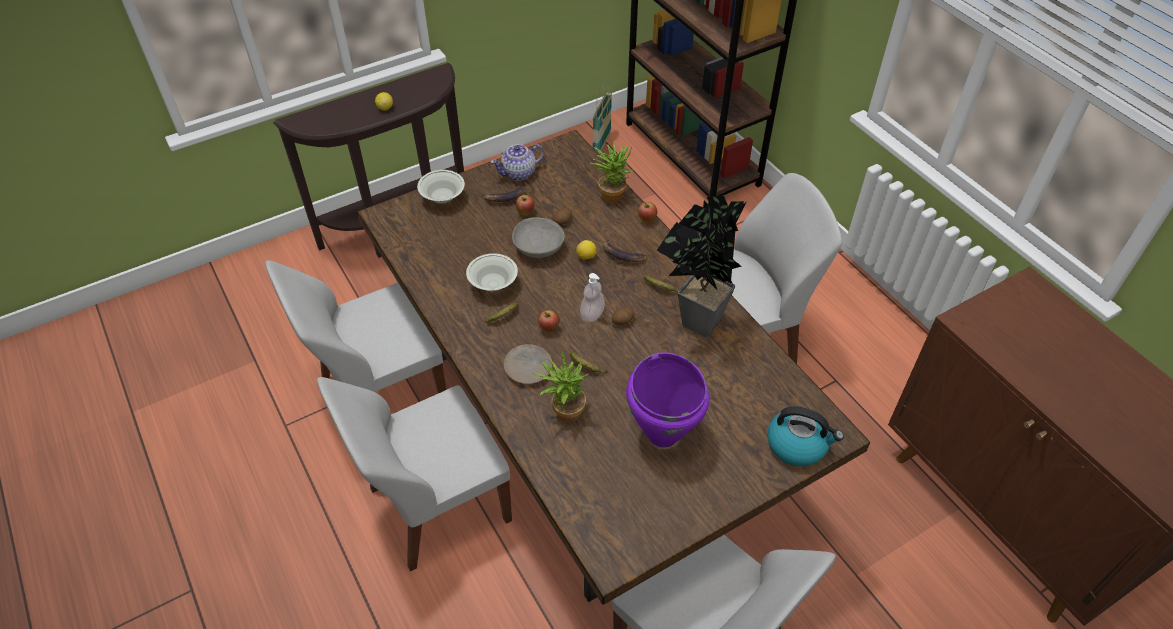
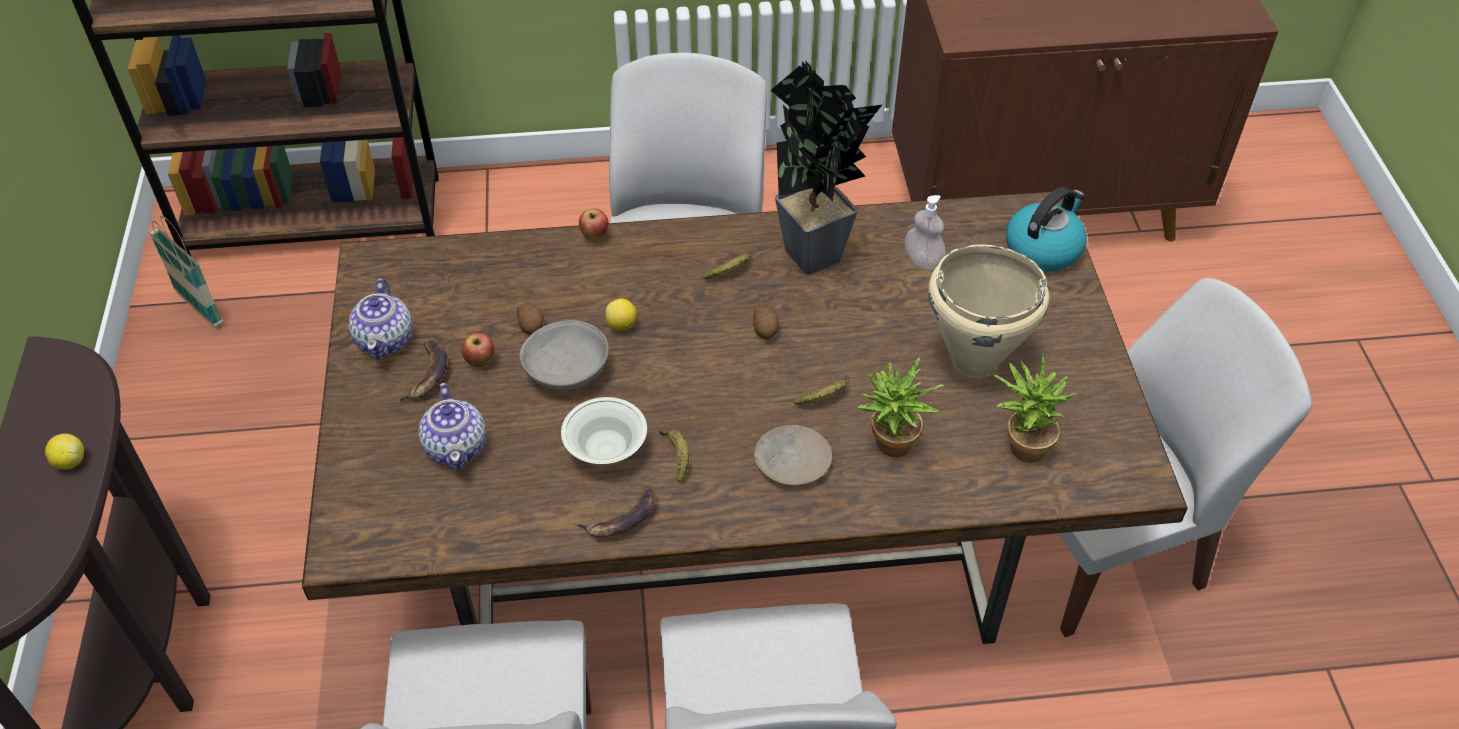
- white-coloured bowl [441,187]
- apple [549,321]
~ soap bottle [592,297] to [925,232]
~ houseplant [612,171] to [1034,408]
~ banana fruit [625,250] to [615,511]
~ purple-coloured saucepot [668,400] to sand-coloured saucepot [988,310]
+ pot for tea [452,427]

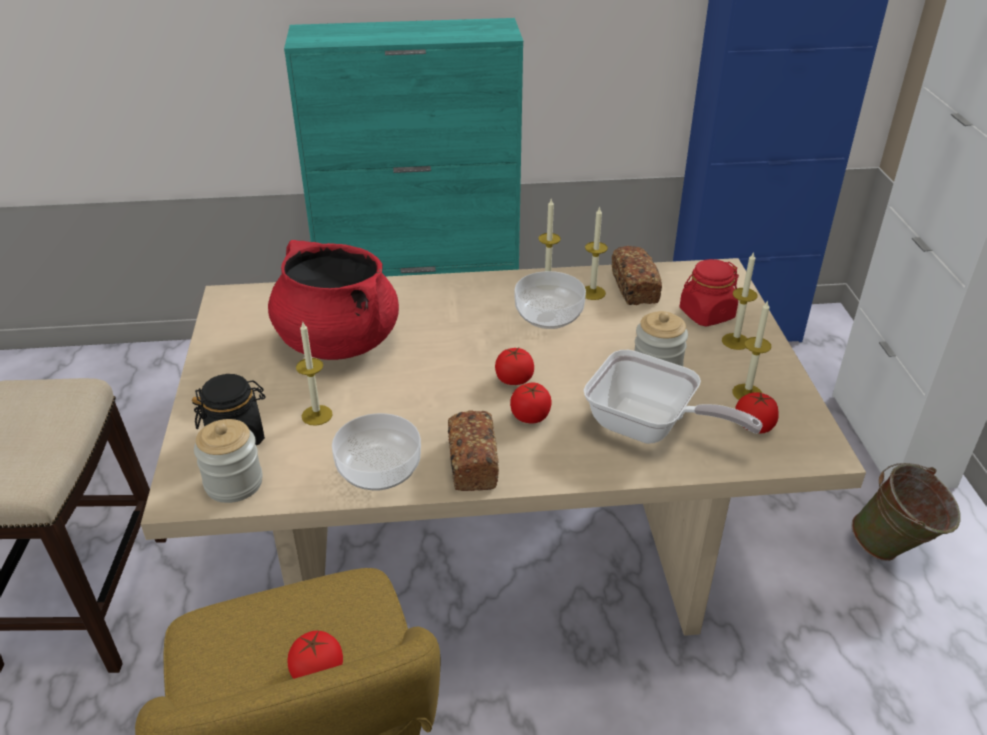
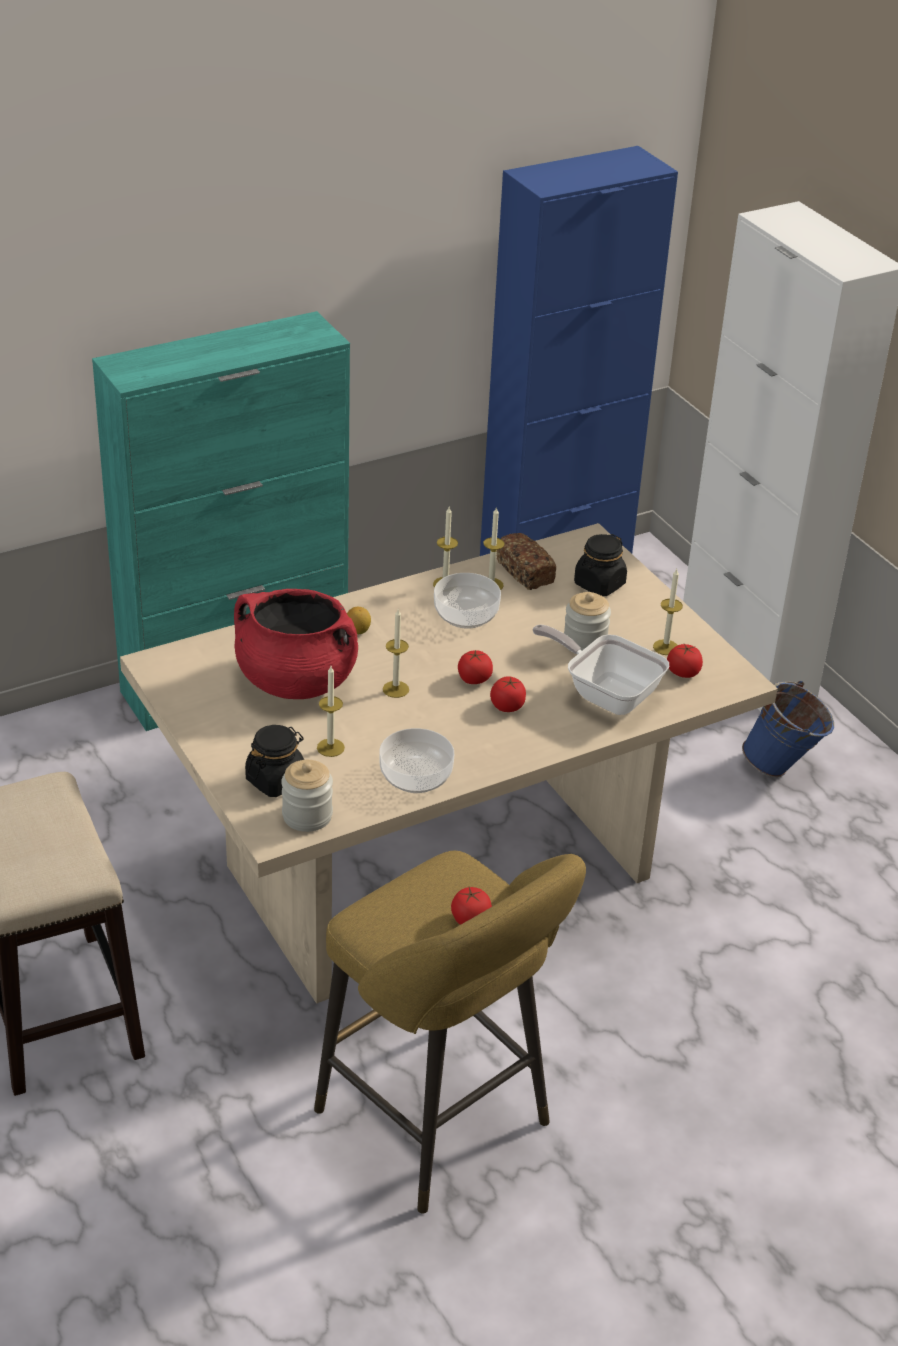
- bread [473,450]
~ pan [673,397] = [600,670] 150 degrees counterclockwise
~ red-coloured storage jar [709,292] to black-coloured storage jar [600,565]
~ wax light [739,300] to [396,653]
~ green-coloured bucket [906,512] to blue bucket [788,729]
+ lemon [359,620]

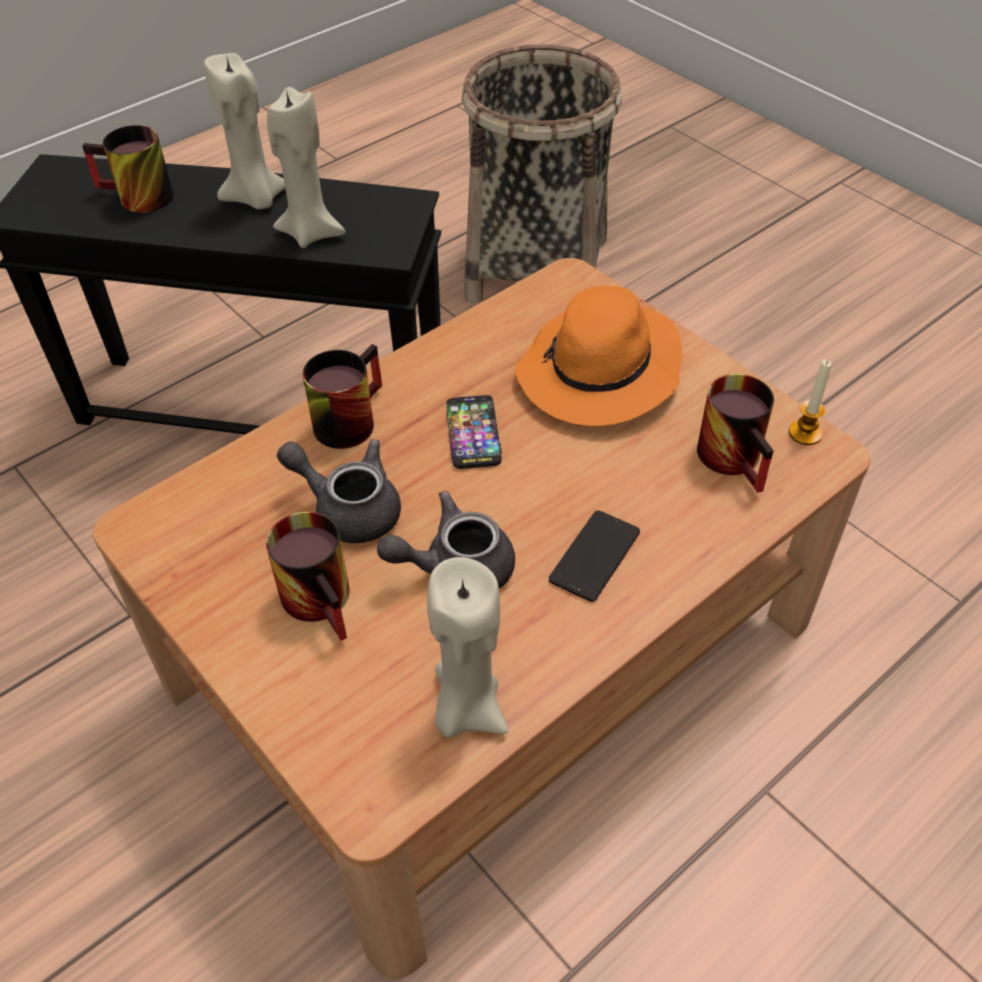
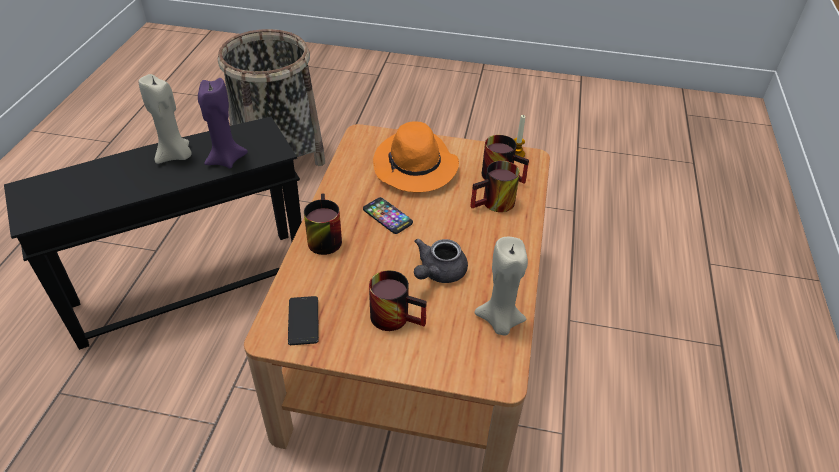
~ coffee mug [128,169] to [495,186]
~ sand-coloured wax light [306,167] to purple-coloured wax light [223,123]
- gray pot for tea [339,491]
~ handset [594,556] to [303,320]

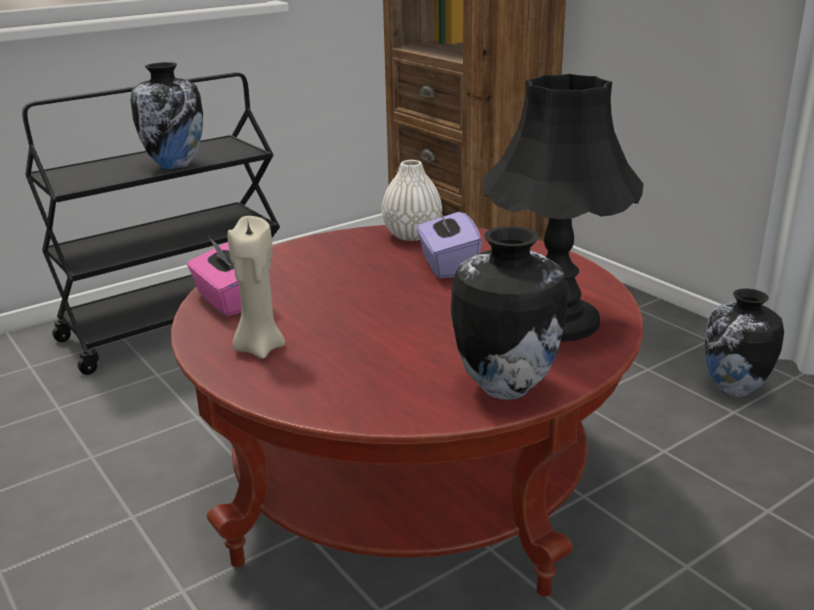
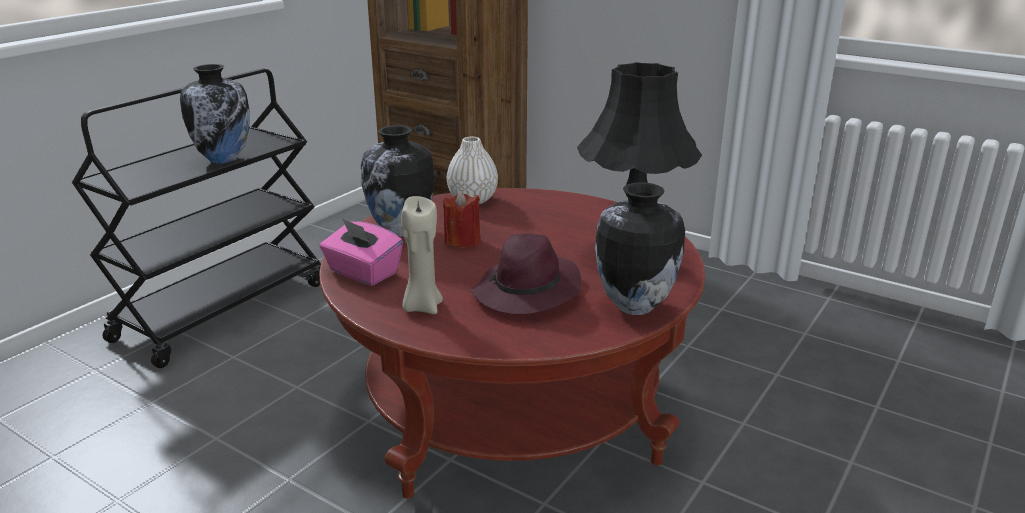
- purple-coloured tissue holder [449,241]
~ flower vase [744,343] to [397,181]
+ red-coloured wax light [461,219]
+ purple-coloured wearable hat [526,273]

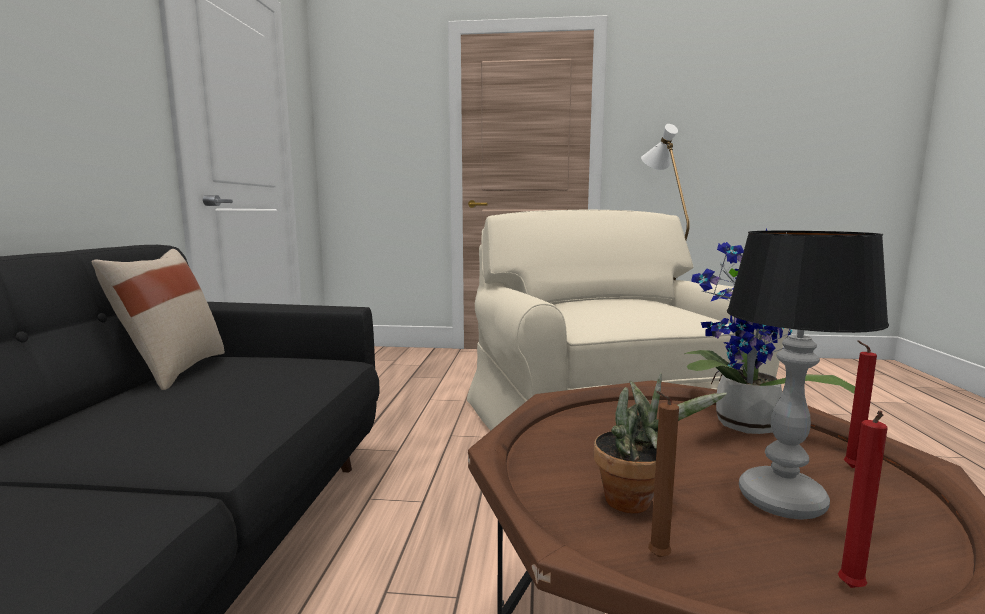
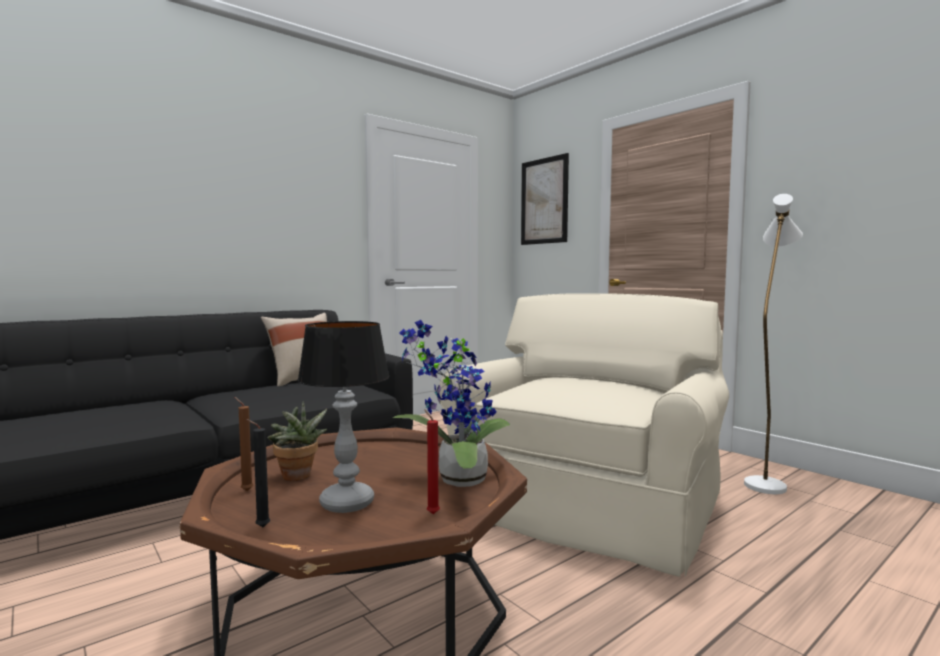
~ red-coloured wax light [863,499] to black-coloured wax light [258,473]
+ wall picture [545,199]

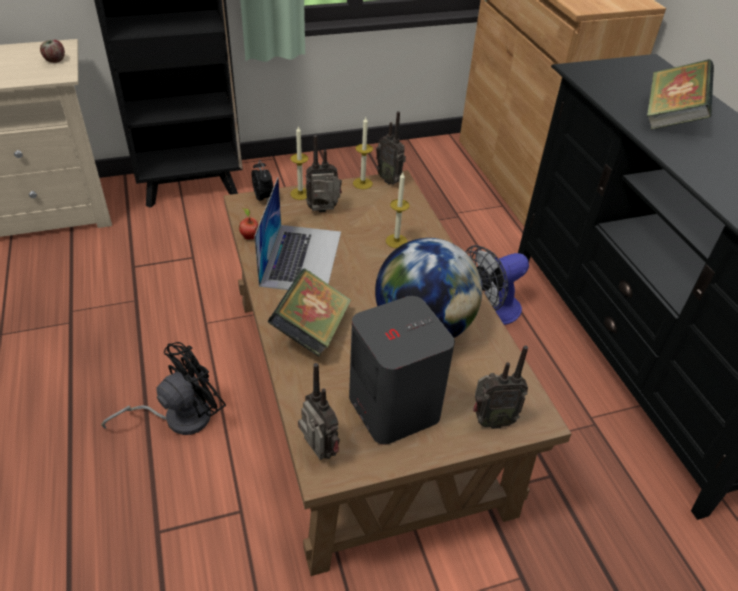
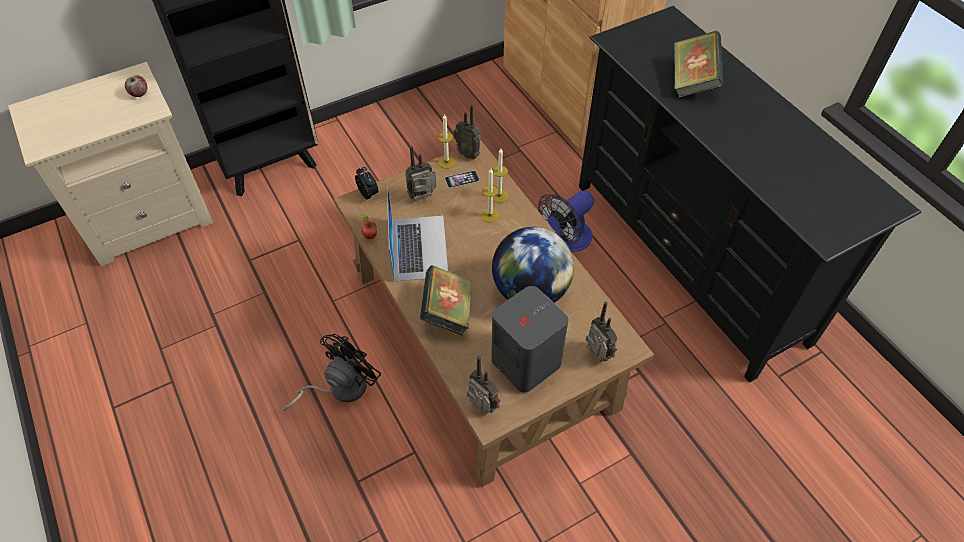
~ wax light [299,162] to [500,175]
~ radio [500,387] = [601,332] 105 degrees counterclockwise
+ handset [462,179]

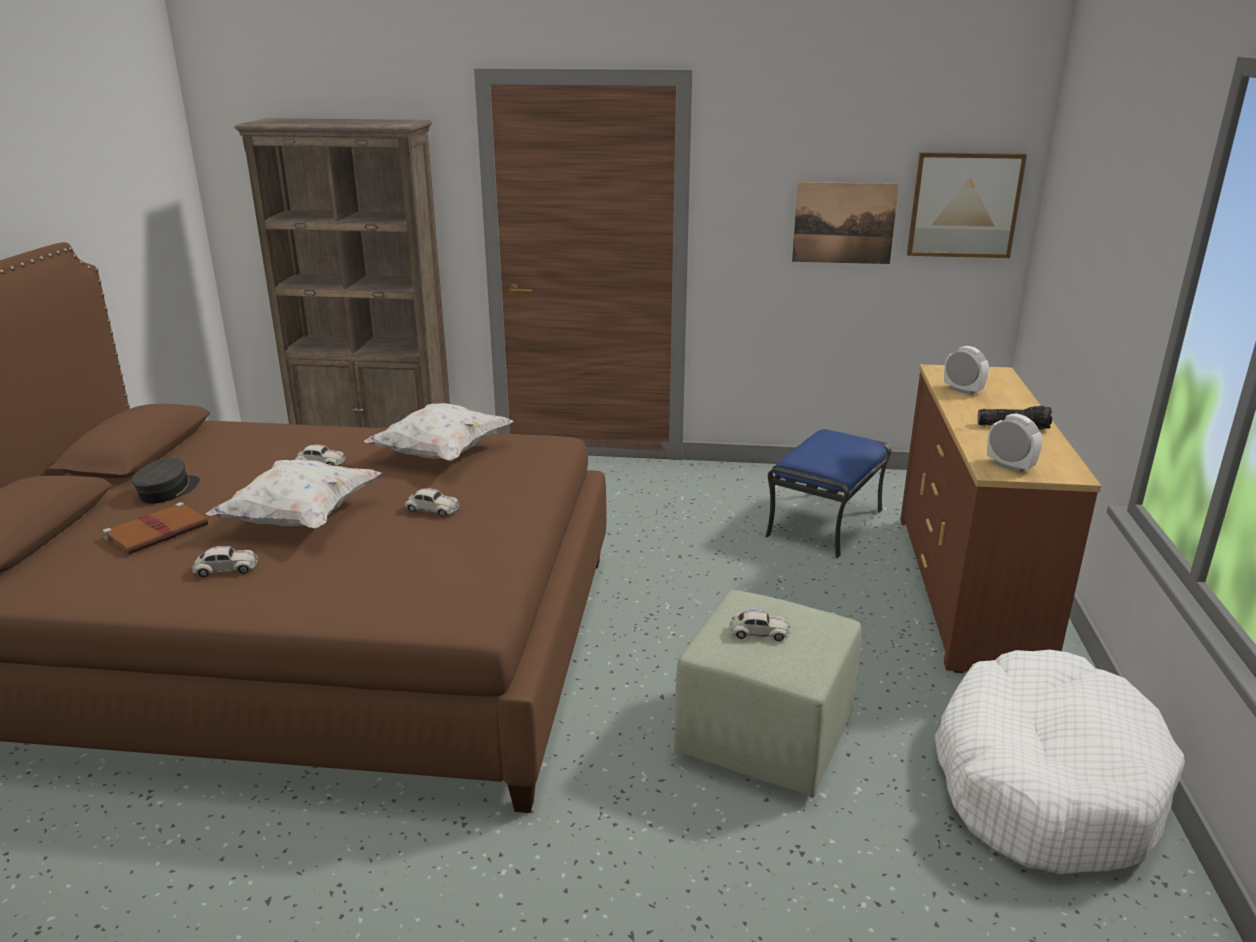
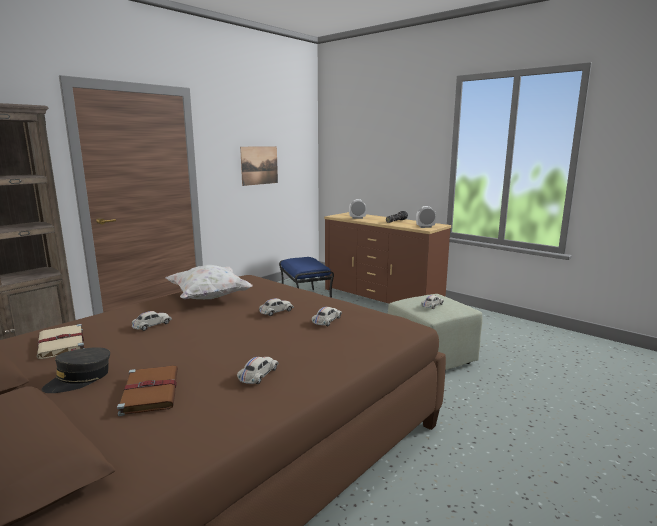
~ gray baseball cap [165,480] = [76,370] 105 degrees counterclockwise
- white-coloured cushion [293,494]
- wall picture [967,205]
- white-coloured dog cushion [1060,762]
+ sand-coloured bound book [60,341]
+ white-coloured miniature car [326,316]

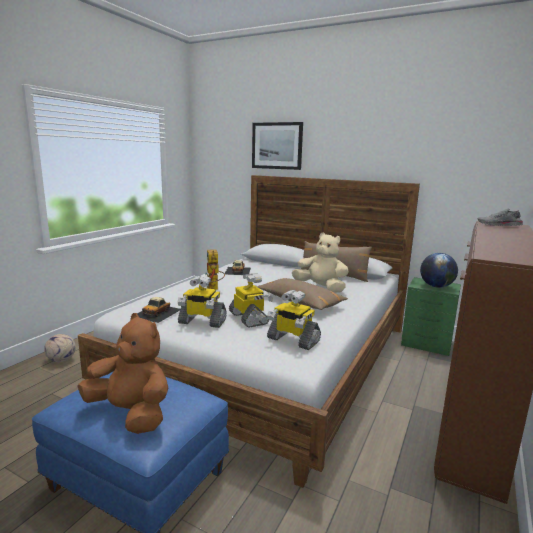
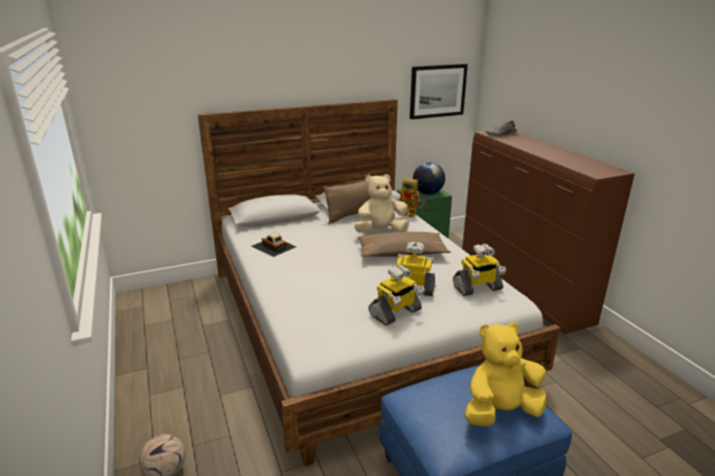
~ brownish cuddly toy [122,373] to yellow cuddly toy [505,374]
- miniature car [159,310]
~ toy robot [215,269] to [412,197]
~ wall picture [277,146] to [439,91]

